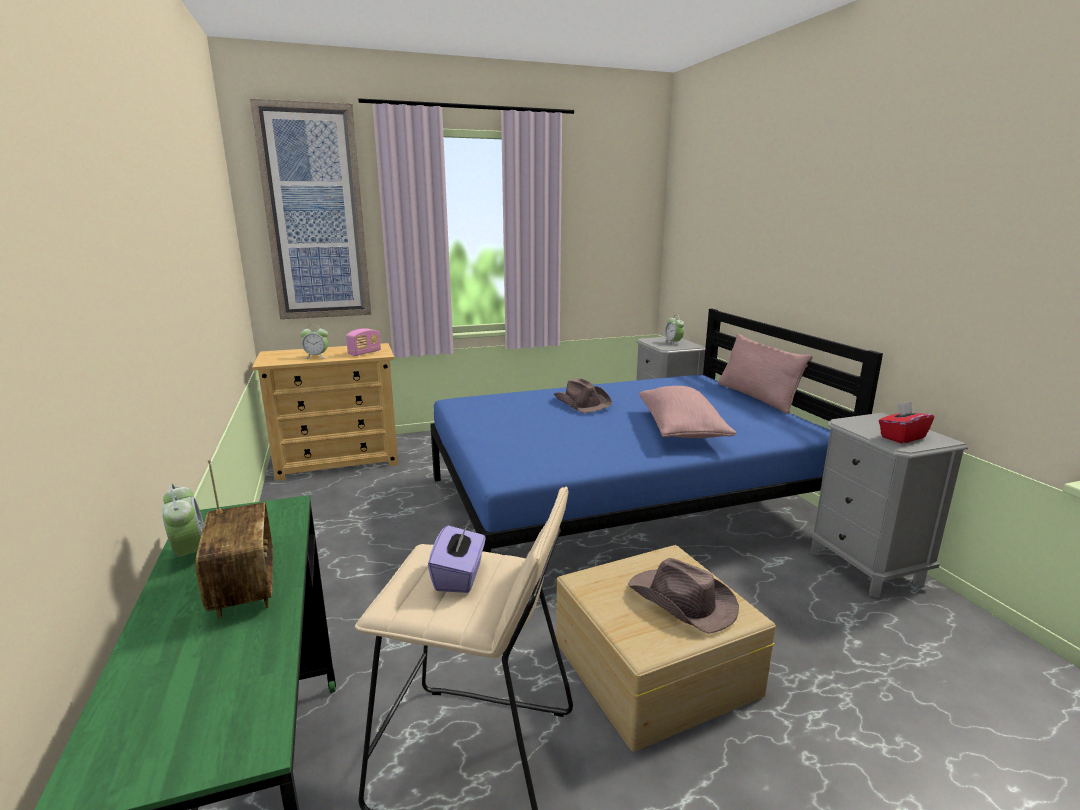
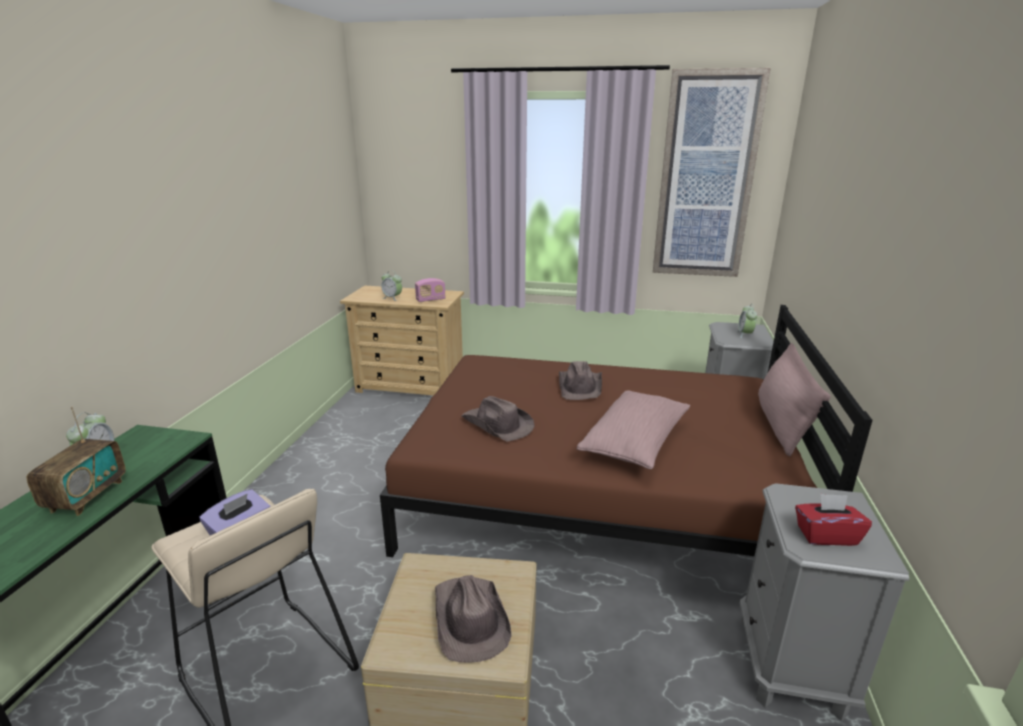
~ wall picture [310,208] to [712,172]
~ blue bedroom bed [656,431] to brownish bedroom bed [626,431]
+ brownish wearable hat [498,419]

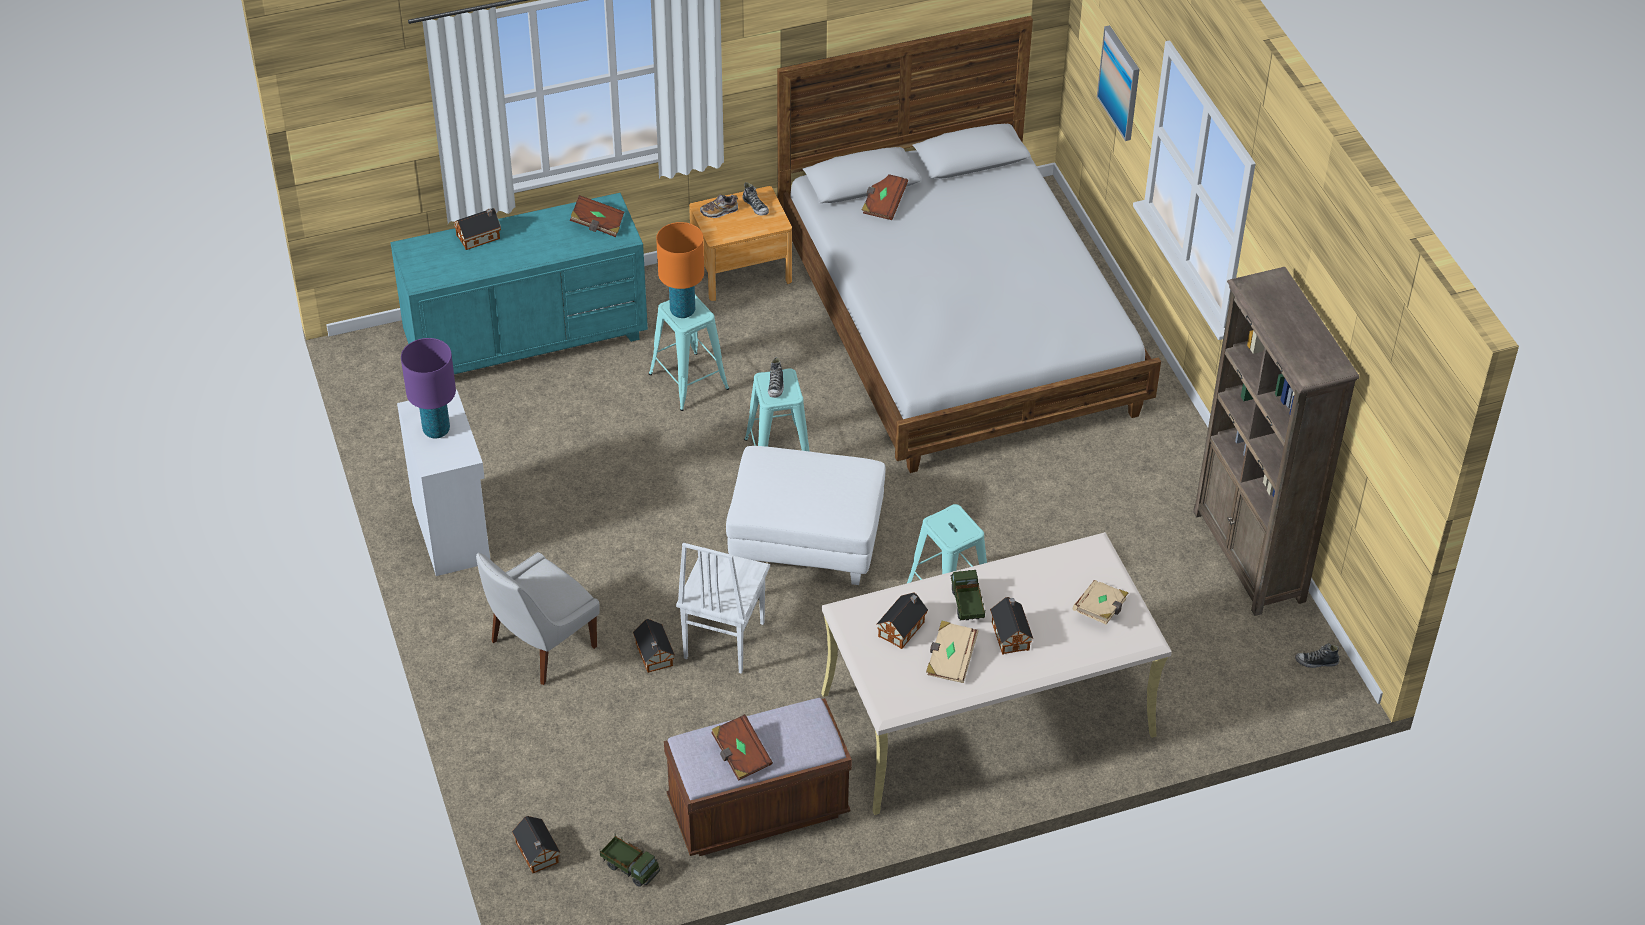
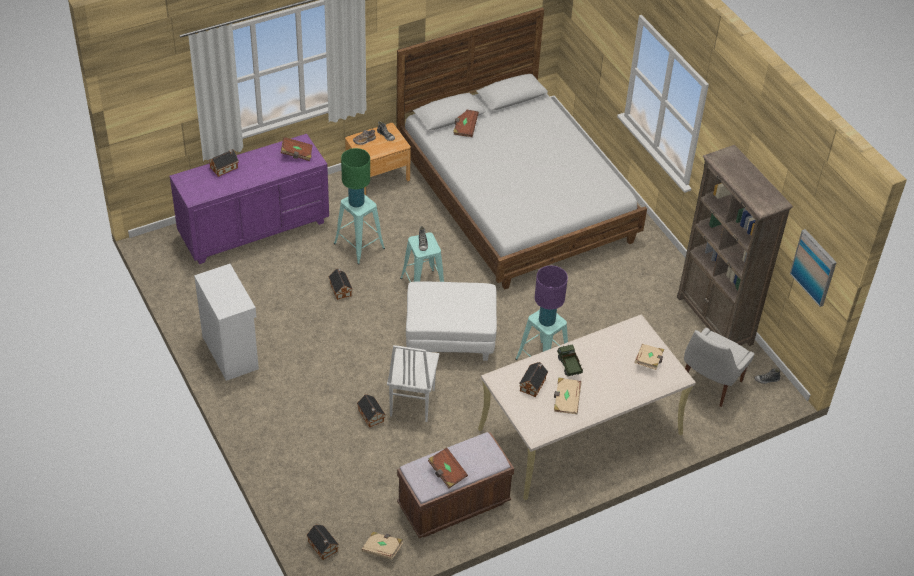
~ turquoise-coloured drawer chest [519,283] to purple-coloured drawer chest [249,199]
~ purple-coloured tabletop lamp [428,388] to [551,296]
~ white-coloured plain chair [538,618] to [719,367]
~ toy lorry [630,861] to sand-coloured bound book [382,546]
~ orangey tabletop lamp [680,270] to green-coloured tabletop lamp [355,178]
~ toy house [1011,626] to [340,284]
~ wall picture [1118,83] to [813,268]

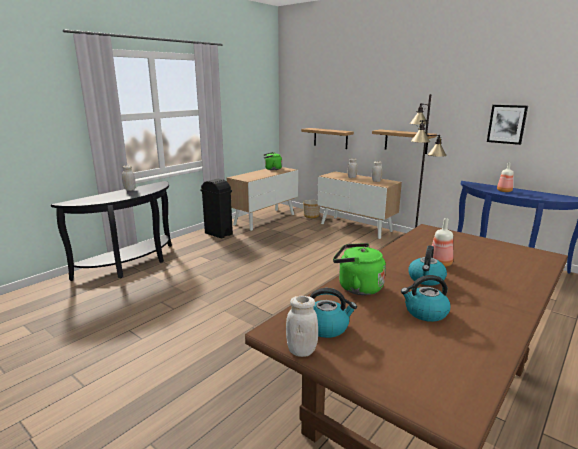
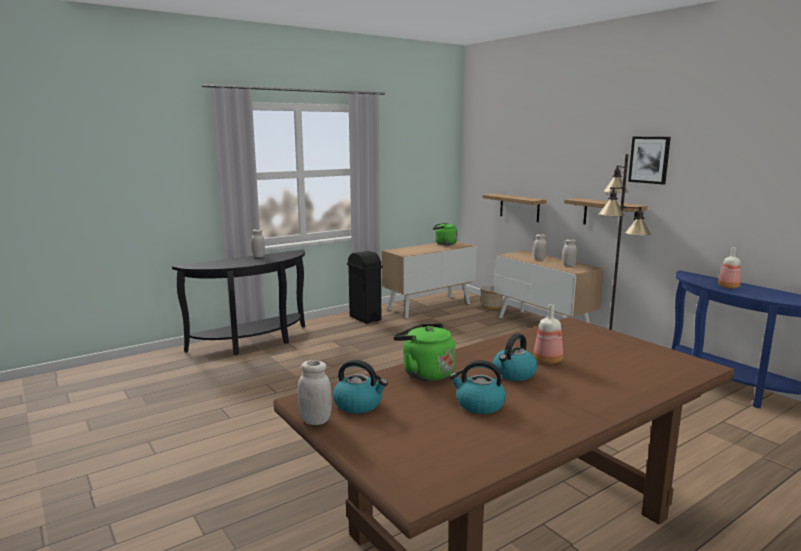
~ wall picture [507,125] to [649,161]

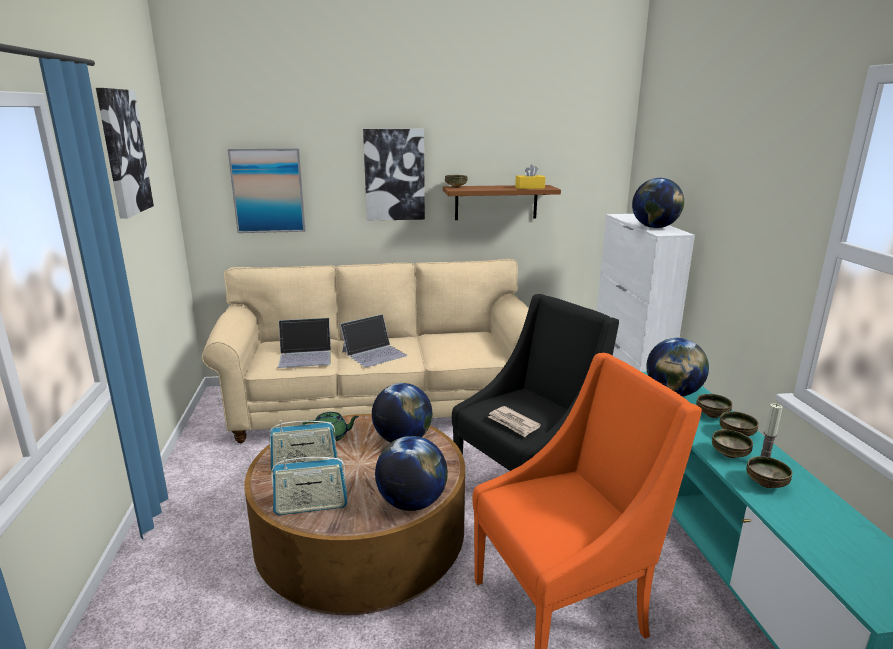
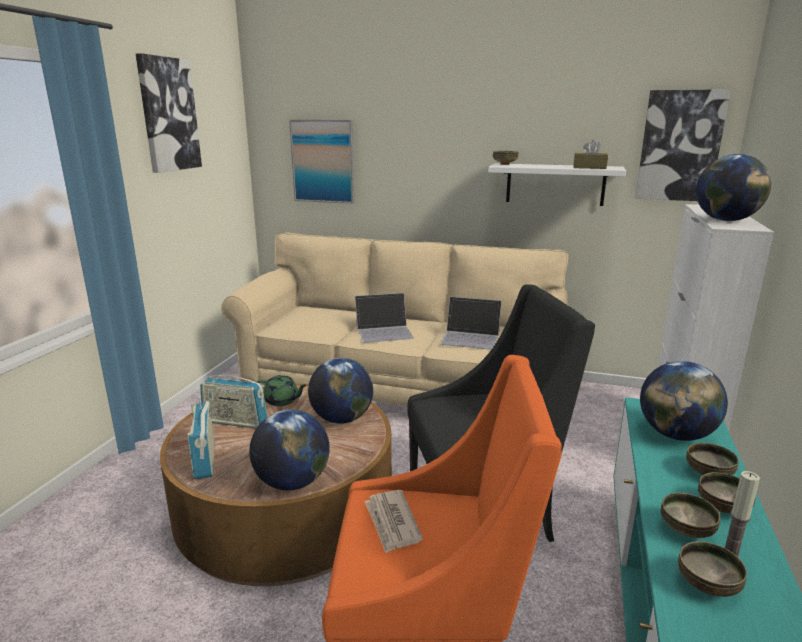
~ radio [309,486] = [200,437] 60 degrees clockwise
~ laptop [304,343] to [471,323]
~ wall picture [394,175] to [683,145]
~ brownish bracket shelf [502,202] to white-coloured bracket shelf [557,184]
~ daily paper [514,421] to [393,521]
~ yellow tissue holder [530,176] to brownish tissue holder [590,154]

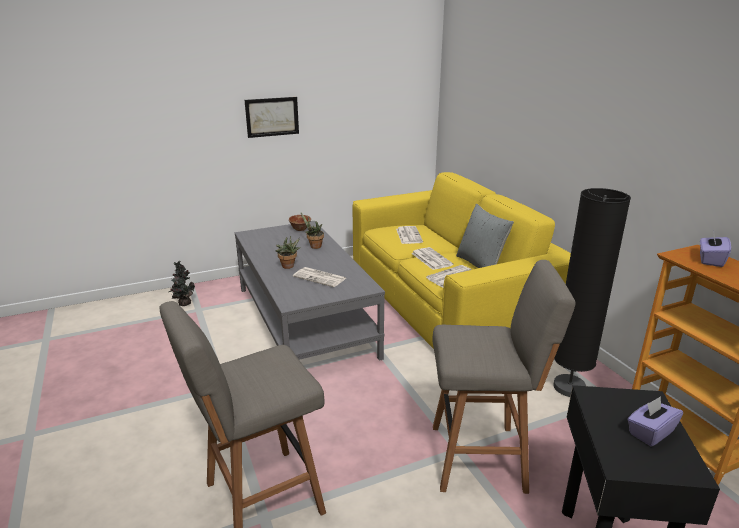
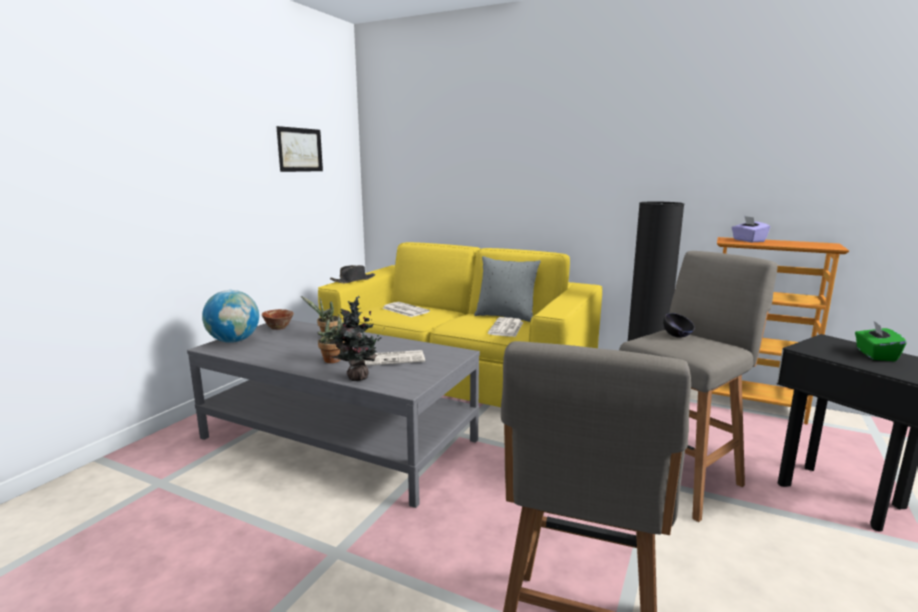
~ houseplant [182,283] to [354,338]
~ wall picture [272,117] to [299,149]
- daily paper [432,258]
~ purple-coloured tissue holder [655,421] to green-coloured tissue holder [880,341]
+ world globe [230,316]
+ black-coloured wearable hat [352,274]
+ black-coloured bowl [679,325]

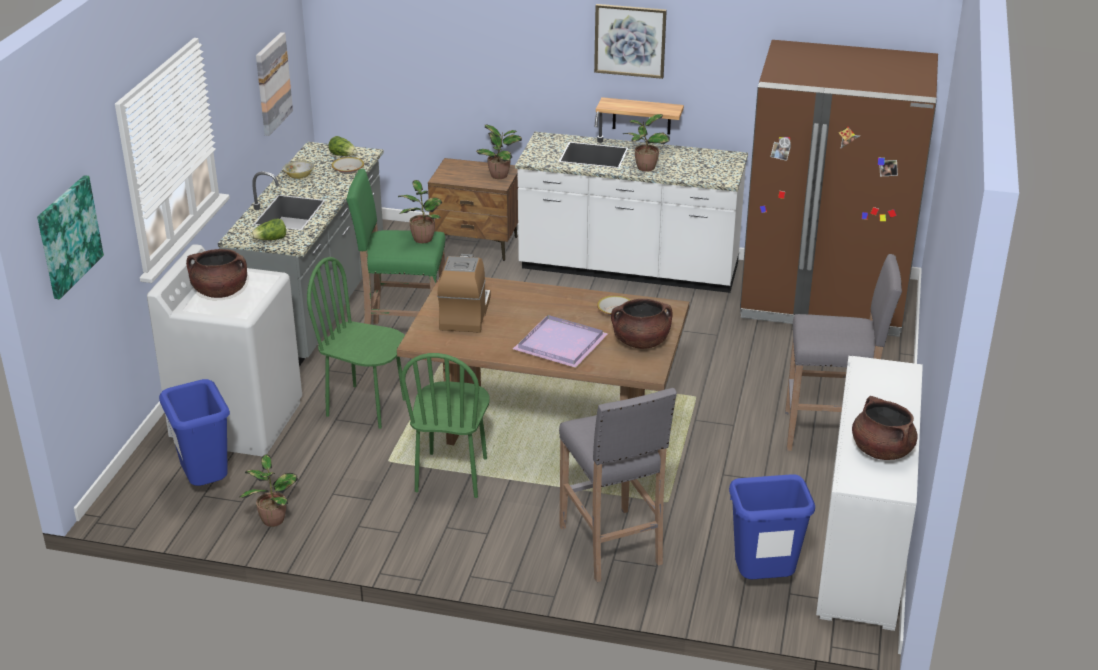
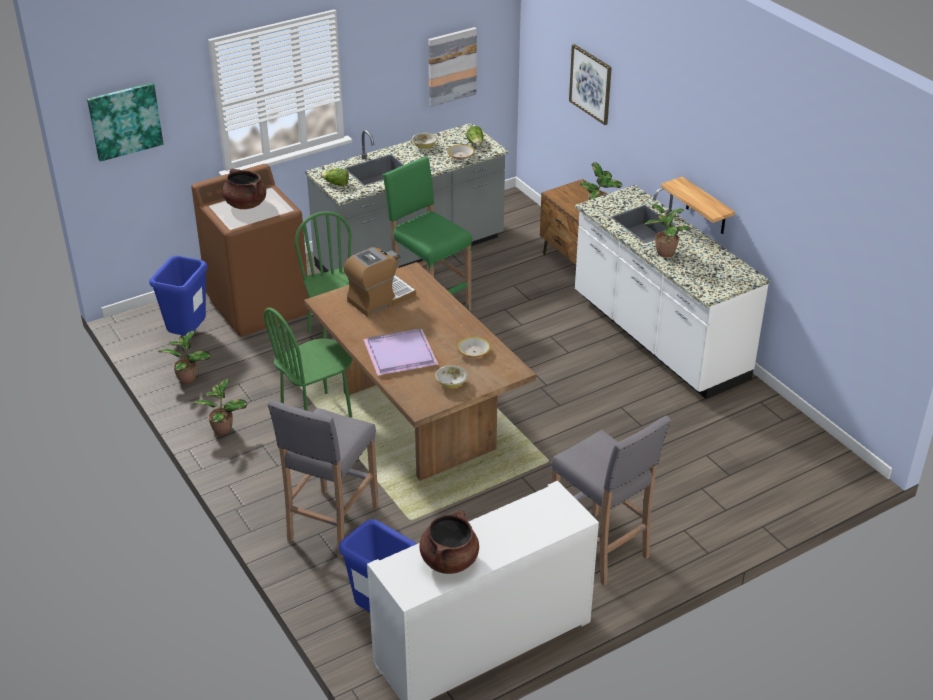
~ white-coloured washing machine [224,350] to brownish washing machine [249,250]
~ houseplant [420,211] to [219,407]
~ wall picture [630,41] to [590,84]
~ brownish saucepot [642,324] to bowl [451,376]
- brownish refrigerator [839,188]

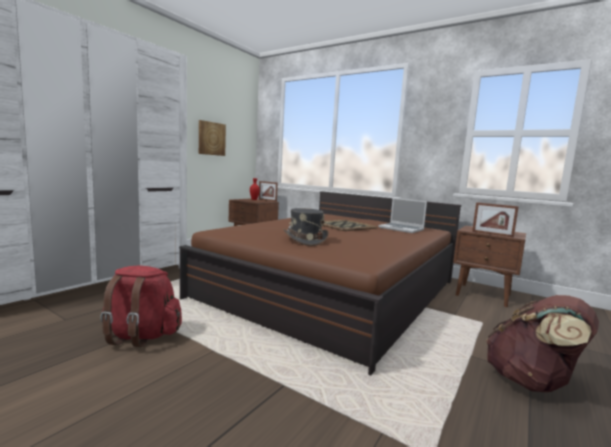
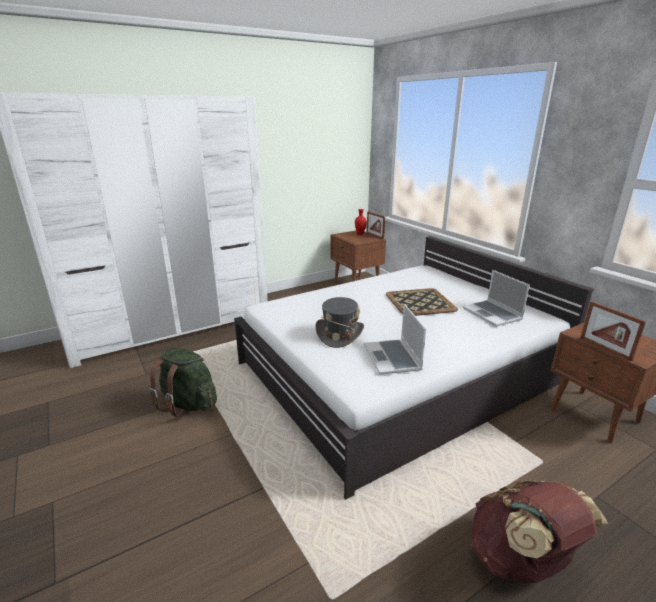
~ red-coloured knapsack [141,306] to green-coloured knapsack [183,383]
~ brownish bedroom bed [320,284] to white-coloured bedroom bed [414,368]
- wall picture [212,138]
+ laptop [395,339]

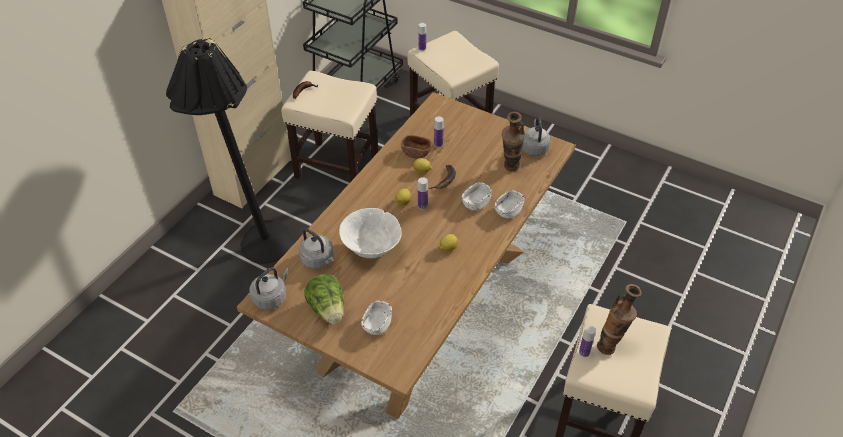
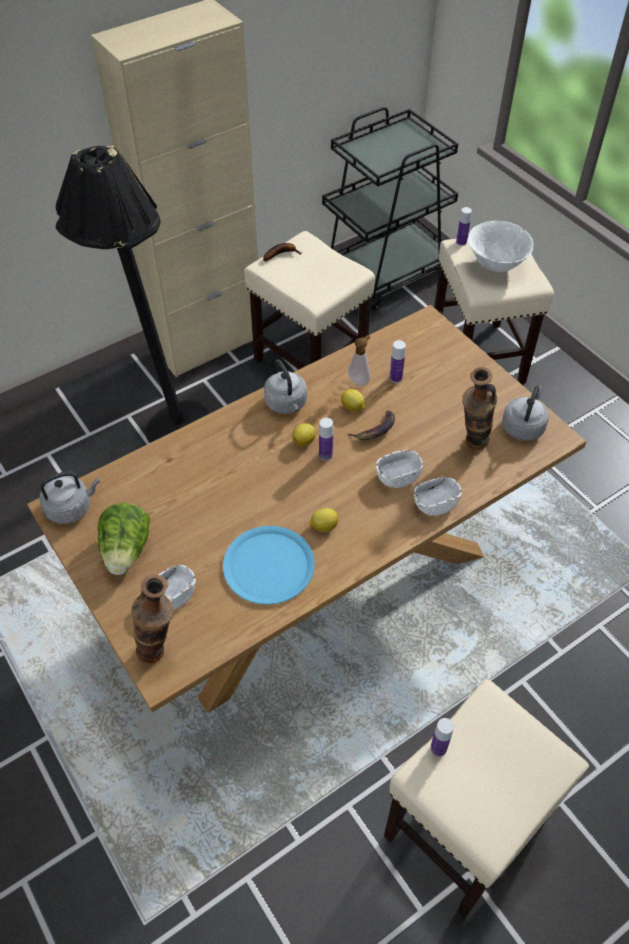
~ gray tea kettle [316,249] to [285,386]
~ white-coloured bowl [370,233] to [500,246]
~ brownish bowl [416,147] to soap bottle [359,360]
~ flower vase [619,319] to [152,618]
+ blue flat dish [269,565]

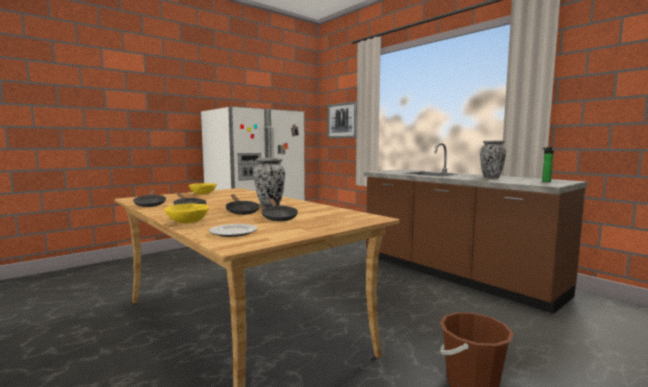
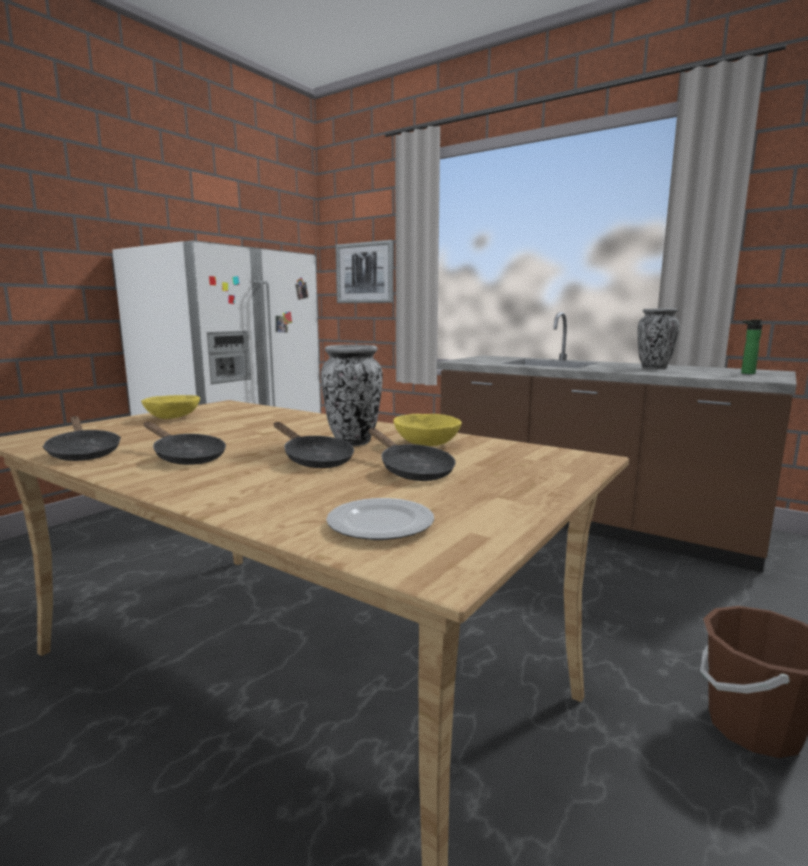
~ yellow bowl [186,213] to [427,430]

